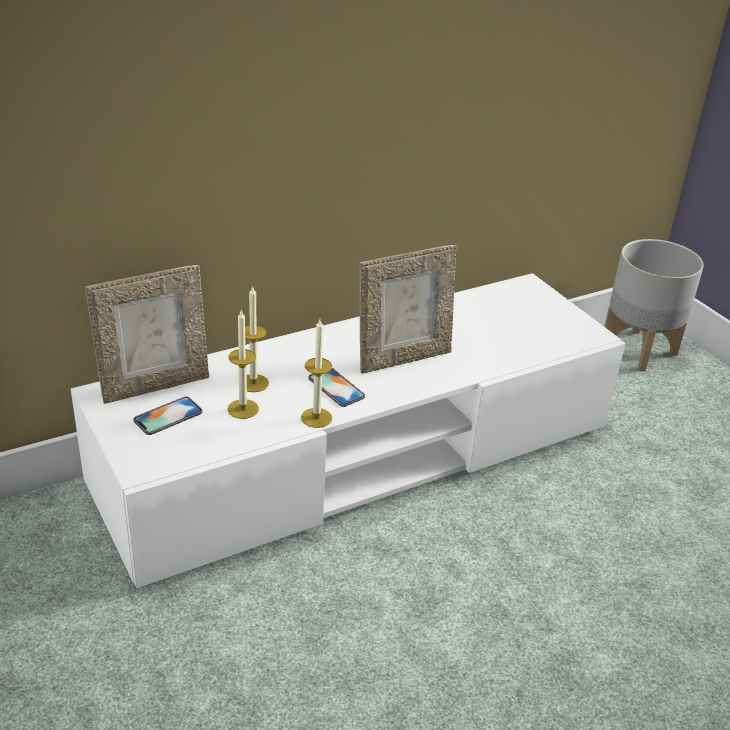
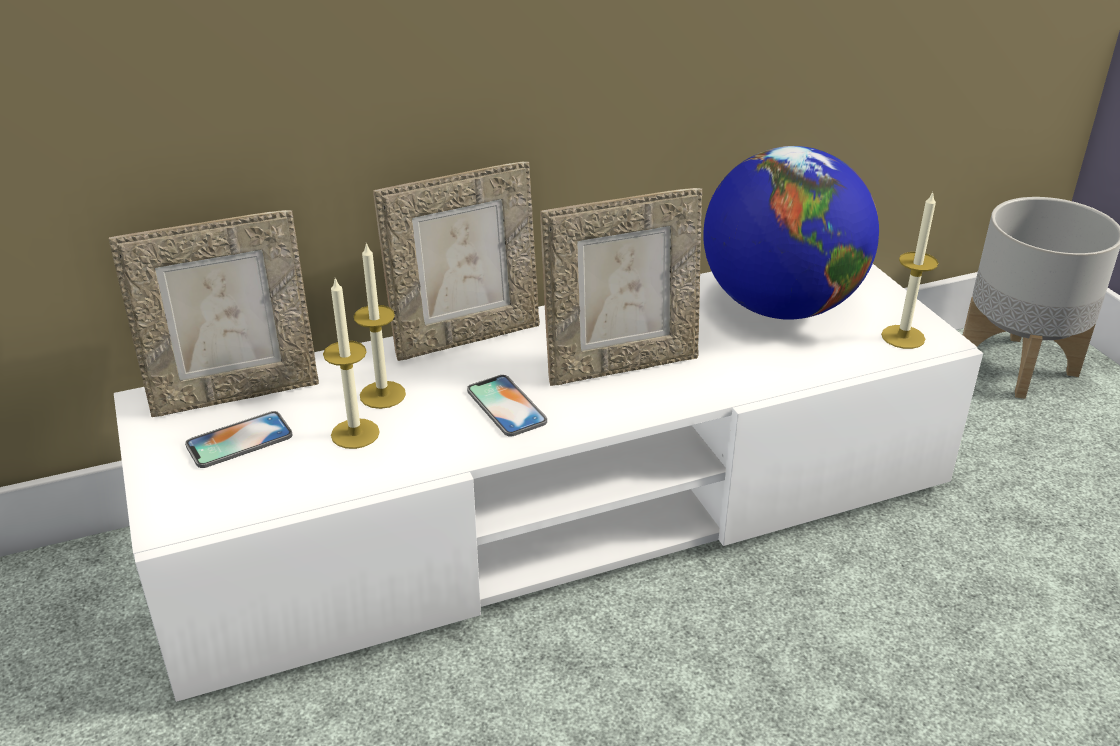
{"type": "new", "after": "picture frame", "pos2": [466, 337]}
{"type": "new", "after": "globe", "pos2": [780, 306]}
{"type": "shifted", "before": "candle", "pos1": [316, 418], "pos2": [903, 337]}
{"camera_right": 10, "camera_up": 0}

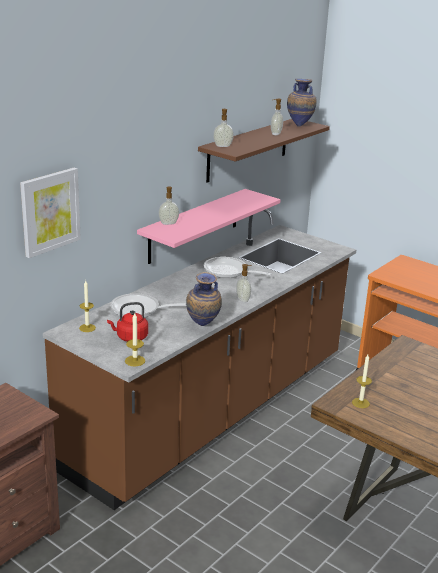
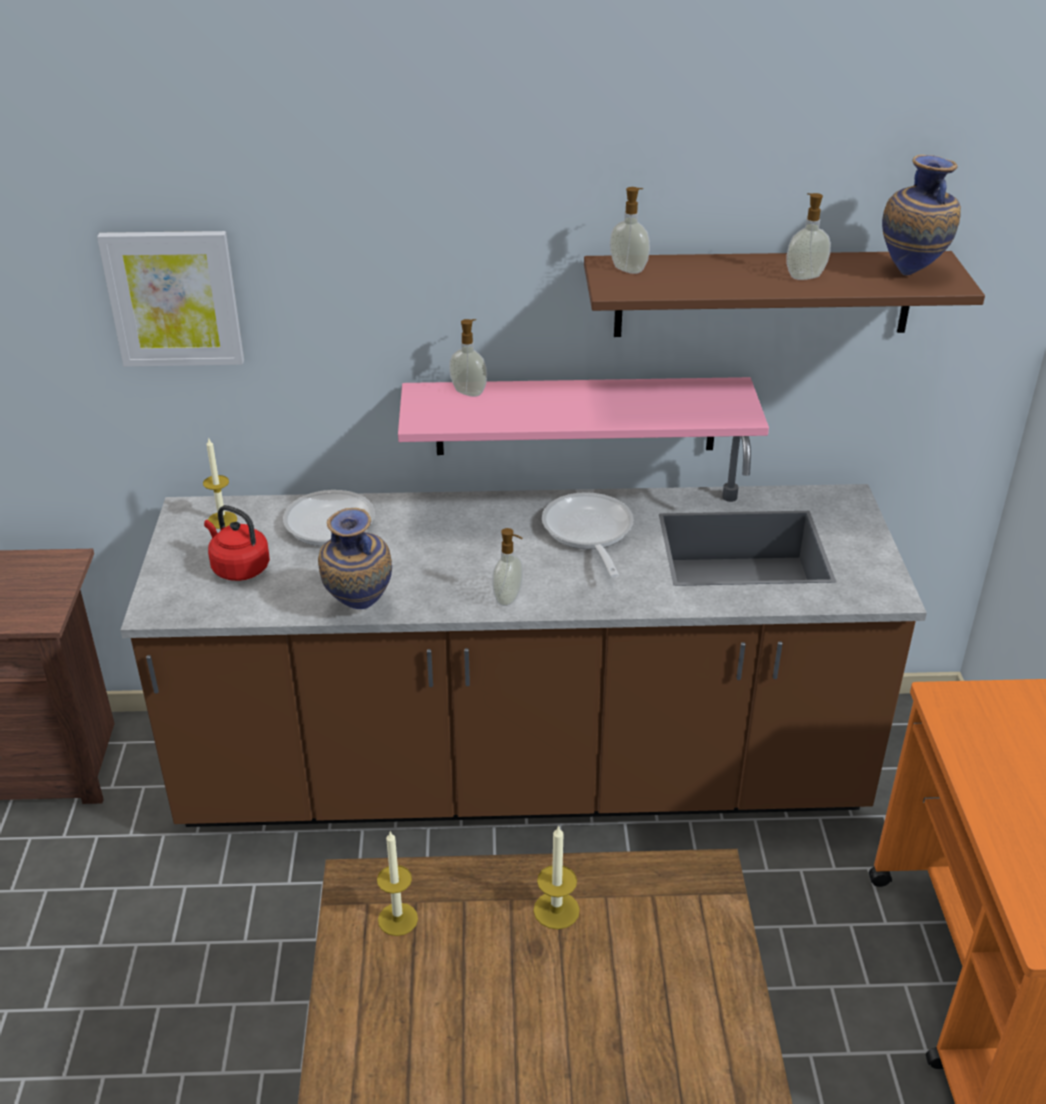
{"type": "shifted", "before": "candle", "pos1": [135, 361], "pos2": [556, 910]}
{"camera_right": 50, "camera_up": 10}

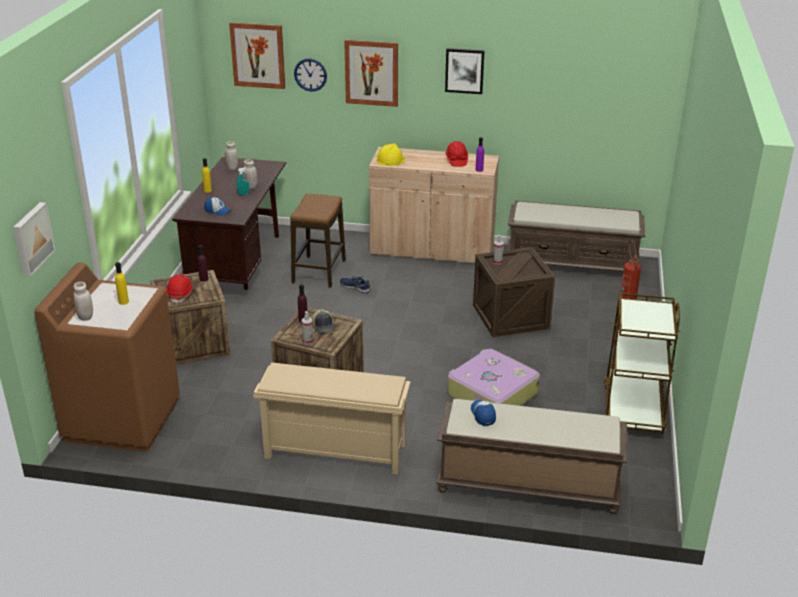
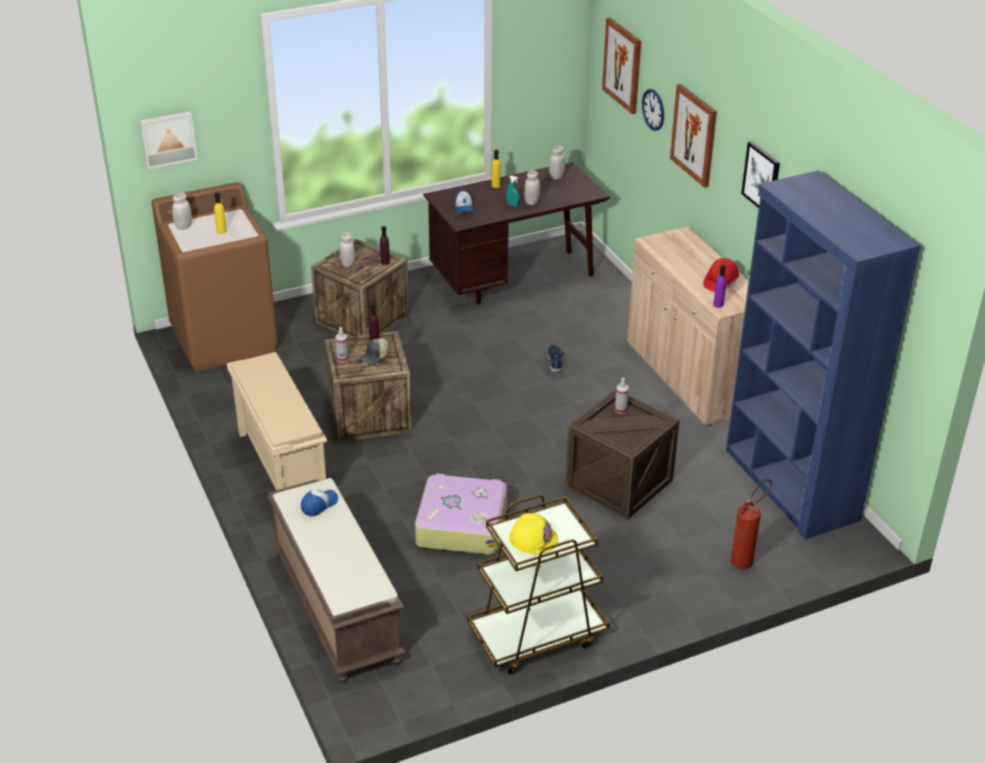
{"type": "swapped", "before": "red hard hat", "after": "white jar", "pos1": [181, 295], "pos2": [347, 264]}
{"type": "shifted", "before": "yellow hard hat", "pos1": [390, 160], "pos2": [533, 538]}
{"type": "swapped", "before": "brown bench", "after": "blue bookcase", "pos1": [572, 263], "pos2": [790, 485]}
{"type": "gone", "before": "stool", "pos1": [319, 272]}
{"camera_right": 55, "camera_up": 5}

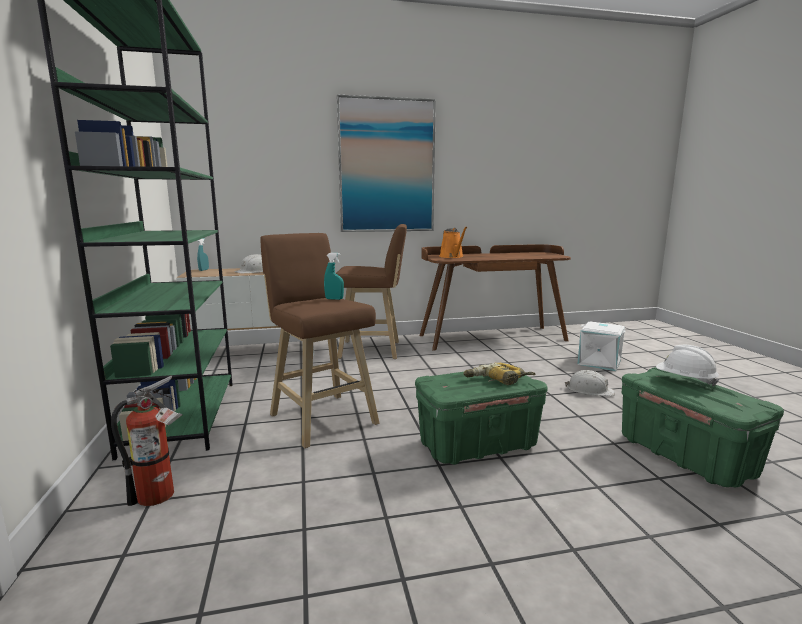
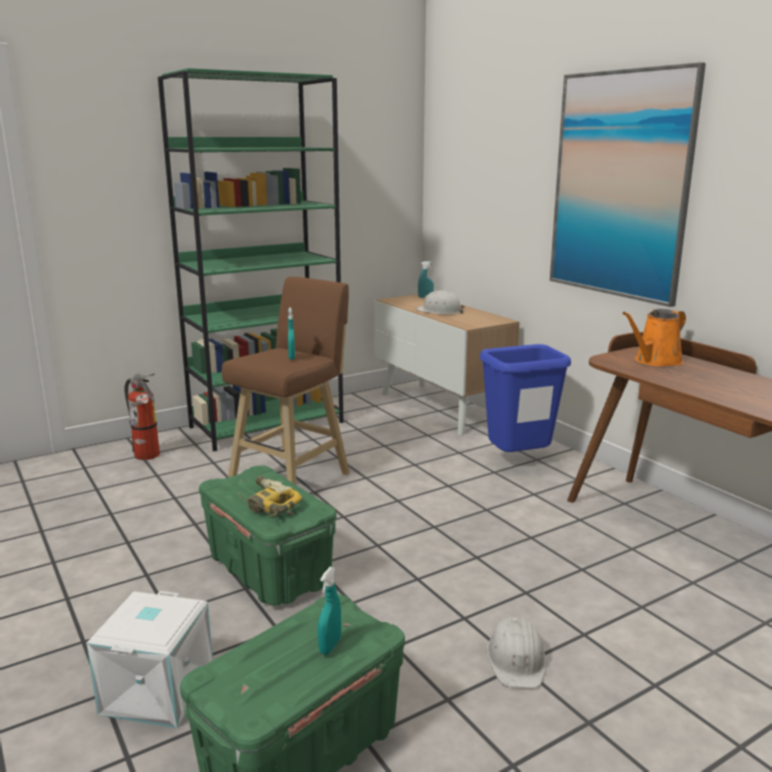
{"type": "shifted", "before": "white storage box", "pos1": [599, 362], "pos2": [159, 692]}
{"type": "swapped", "before": "white hard hat", "after": "turquoise spray bottle", "pos1": [684, 380], "pos2": [330, 646]}
{"type": "swapped", "before": "brown stool", "after": "blue trash can", "pos1": [373, 350], "pos2": [517, 461]}
{"camera_right": 70, "camera_up": 5}

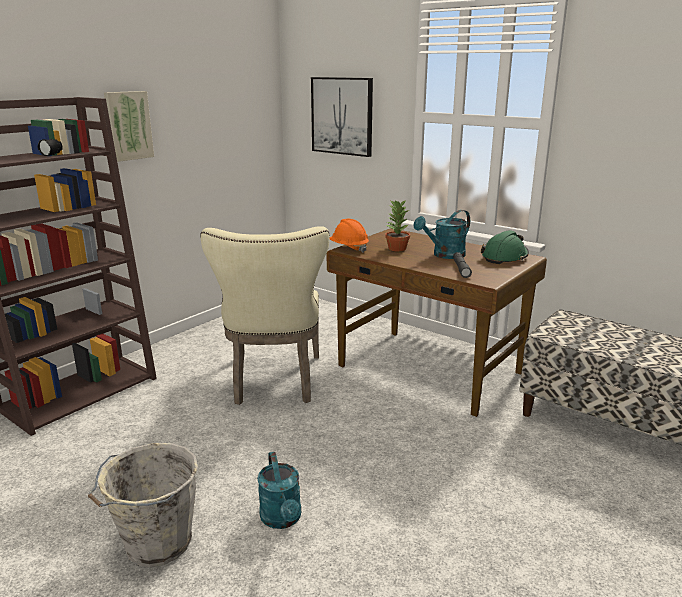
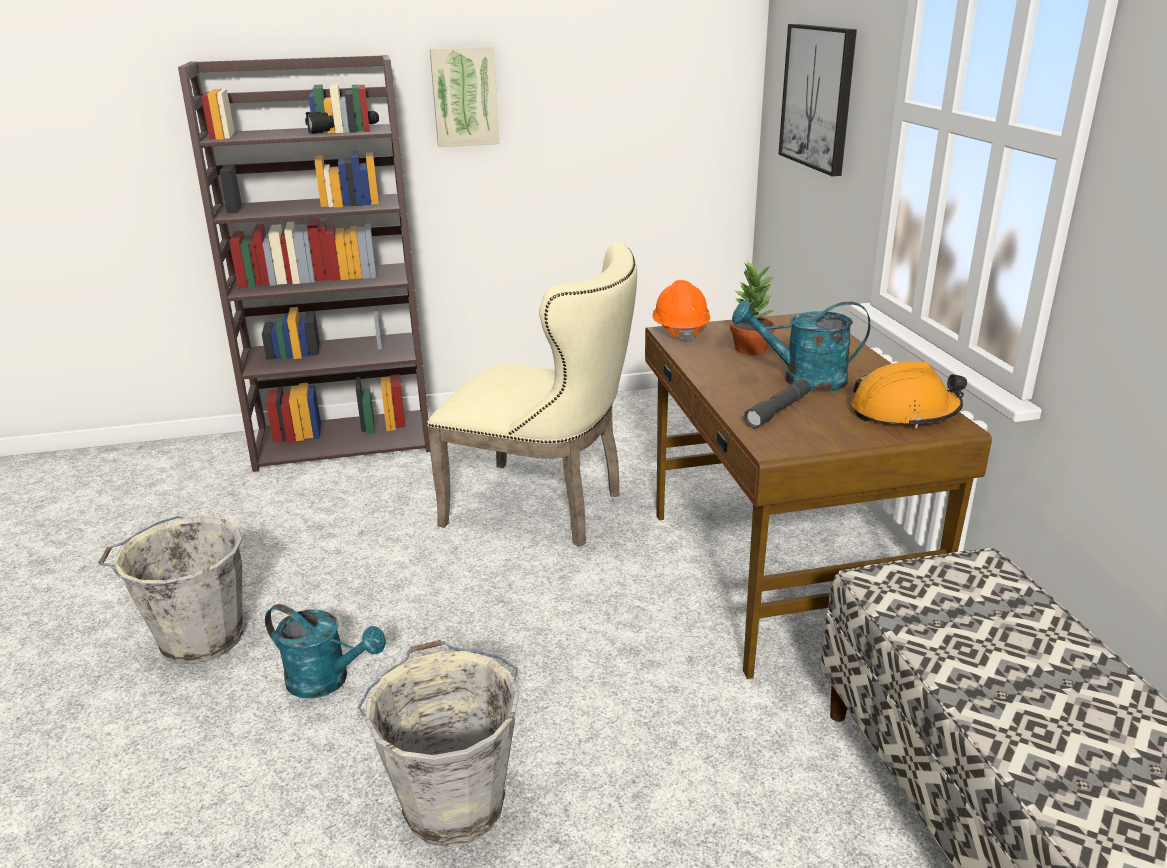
{"type": "rotated", "before": "turquoise watering can", "pos1": [282, 519], "pos2": [327, 681], "turn": -90}
{"type": "new", "after": "grey bucket", "pos2": [453, 801]}
{"type": "rotated", "before": "beige chair", "pos1": [275, 382], "pos2": [546, 507], "turn": -105}
{"type": "repainted", "before": "green hard hat", "after": "orange hard hat", "pos1": [504, 257], "pos2": [904, 412]}
{"camera_right": 40, "camera_up": 5}

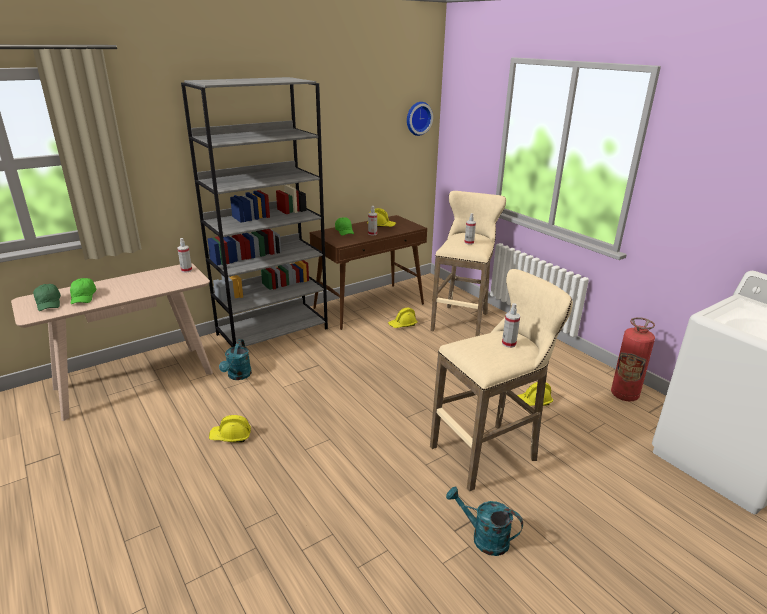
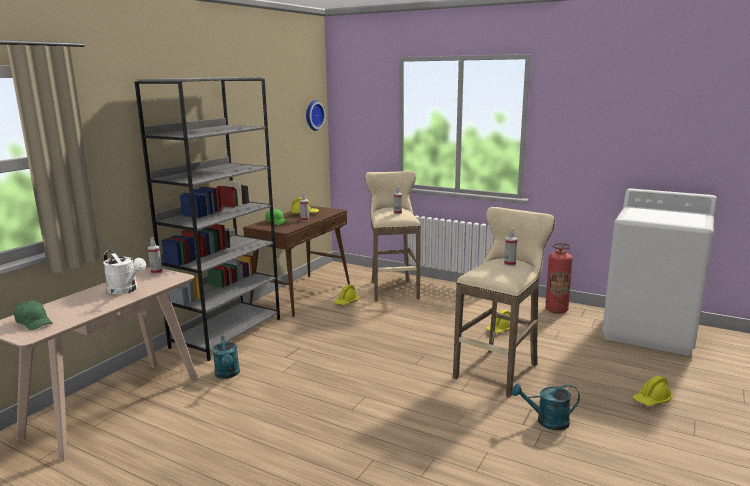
{"type": "new", "after": "white watering can", "pos2": [126, 290]}
{"type": "shifted", "before": "yellow hard hat", "pos1": [231, 436], "pos2": [652, 400]}
{"type": "gone", "before": "green cap", "pos1": [83, 297]}
{"camera_right": -25, "camera_up": -10}

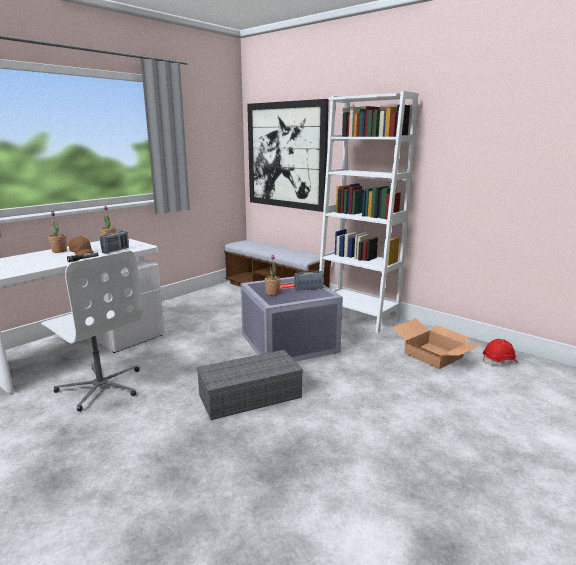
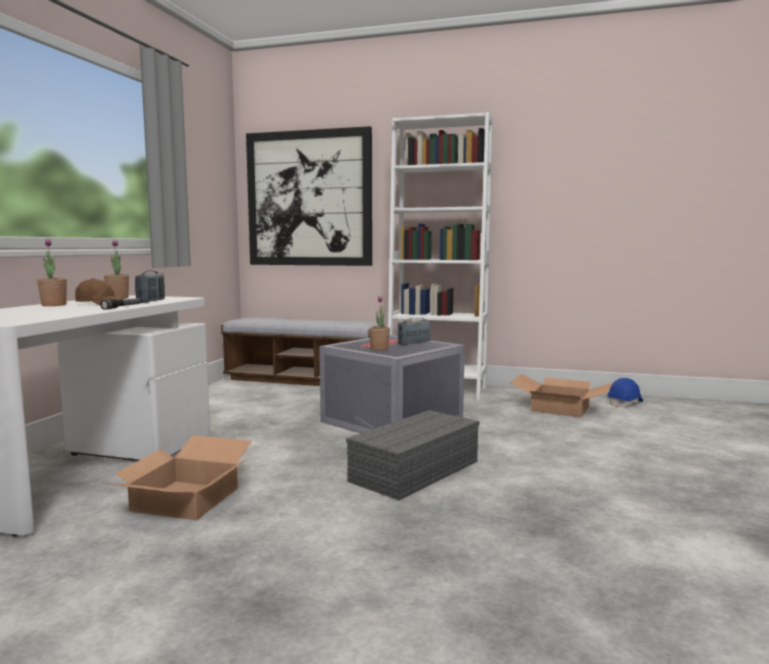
{"type": "swapped", "before": "white office chair", "after": "cardboard box", "pos1": [101, 386], "pos2": [186, 500]}
{"type": "repainted", "before": "red hard hat", "after": "blue hard hat", "pos1": [499, 361], "pos2": [625, 404]}
{"camera_right": -25, "camera_up": -10}

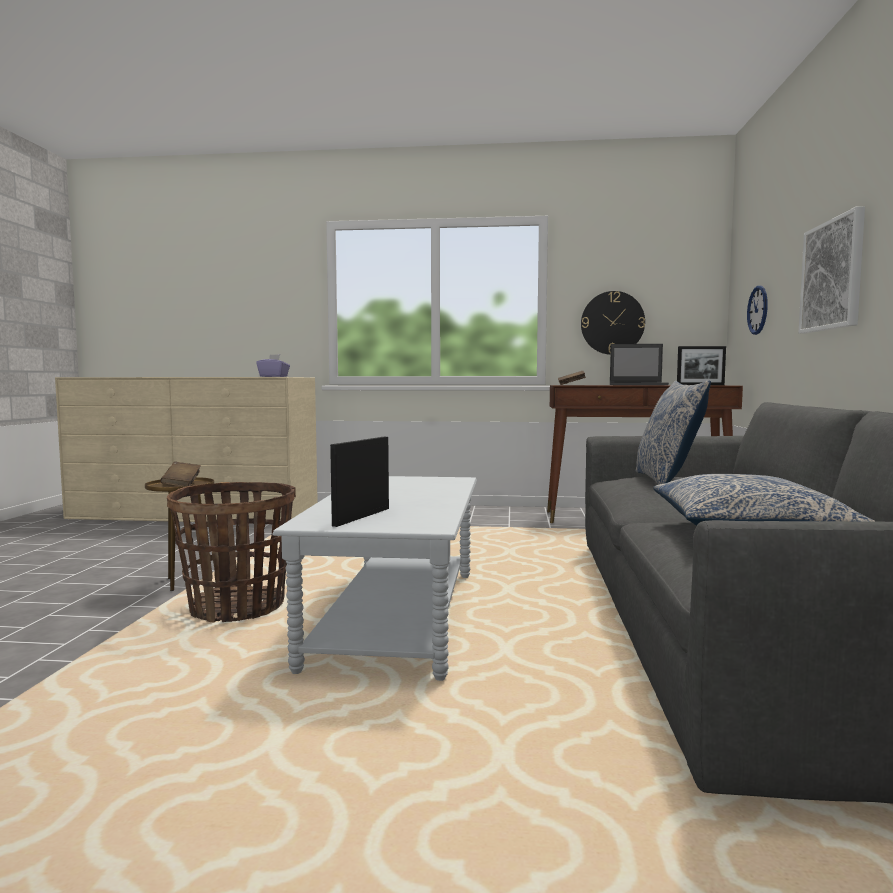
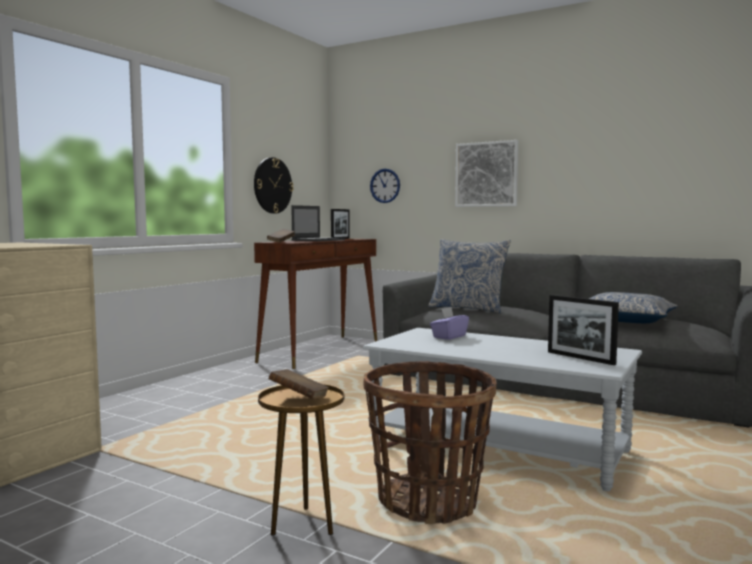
{"type": "shifted", "before": "purple tissue box", "pos1": [273, 376], "pos2": [449, 336]}
{"camera_right": -65, "camera_up": 0}

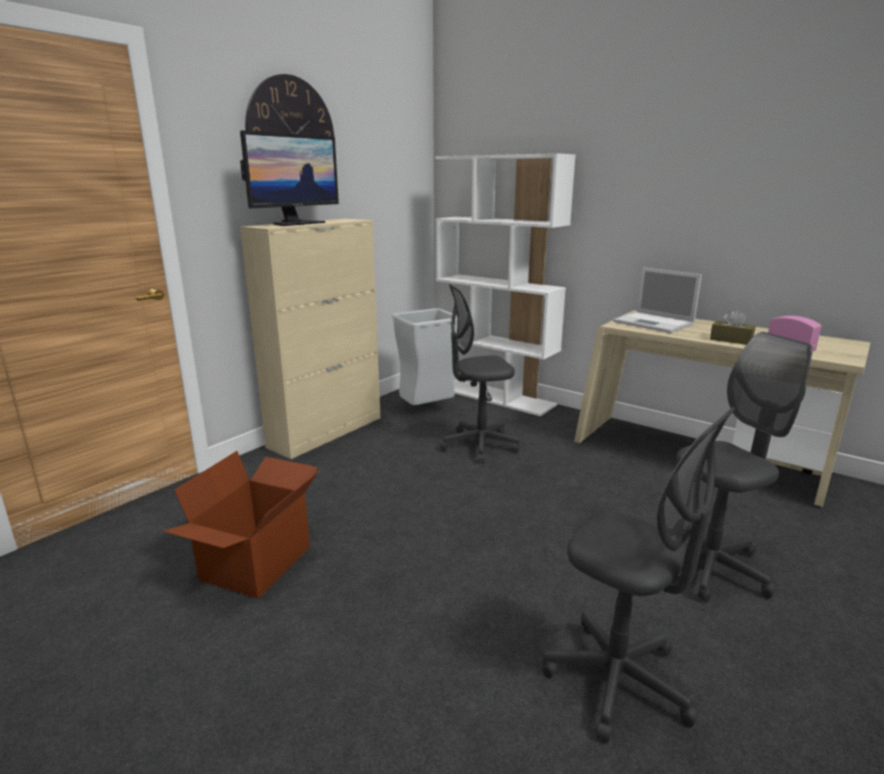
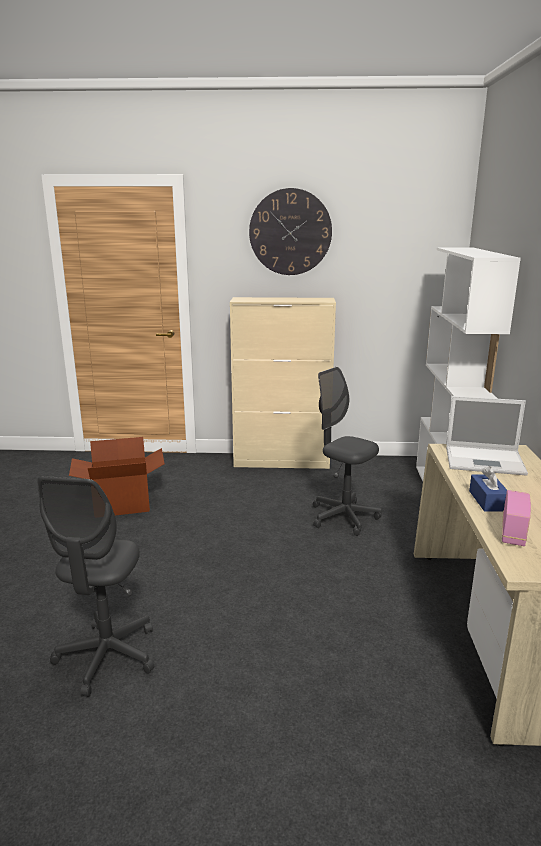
{"type": "rotated", "before": "laptop", "pos1": [654, 323], "pos2": [486, 460], "turn": -90}
{"type": "repainted", "before": "brown tissue box", "after": "blue tissue box", "pos1": [731, 340], "pos2": [487, 501]}
{"type": "gone", "before": "monitor", "pos1": [295, 223]}
{"type": "gone", "before": "grey trash can", "pos1": [427, 411]}
{"type": "gone", "before": "grey office chair", "pos1": [710, 568]}
{"camera_right": 55, "camera_up": 0}

